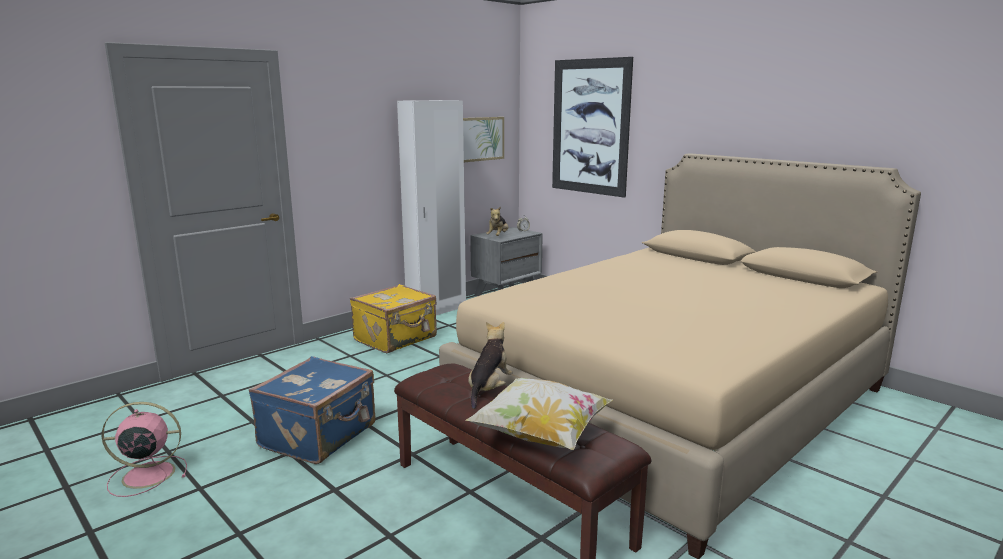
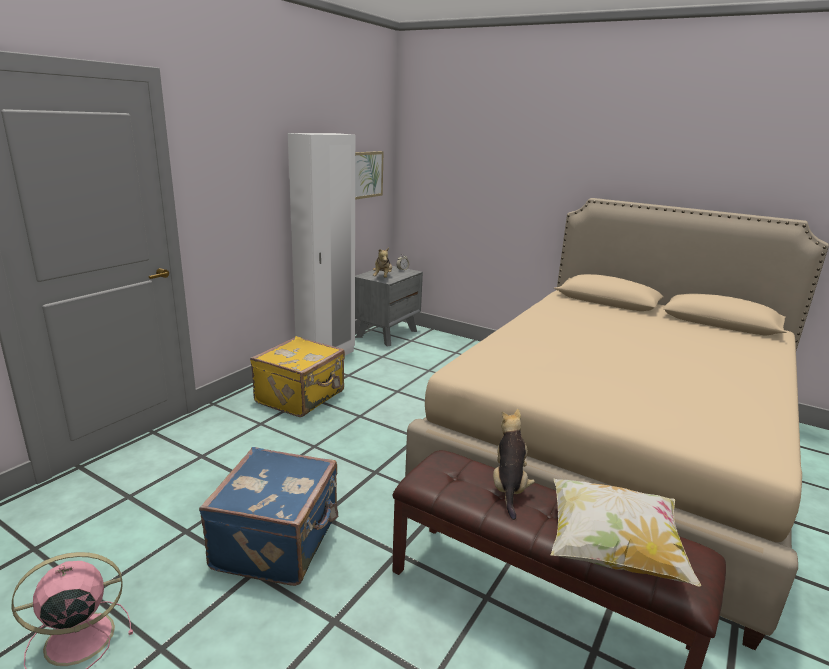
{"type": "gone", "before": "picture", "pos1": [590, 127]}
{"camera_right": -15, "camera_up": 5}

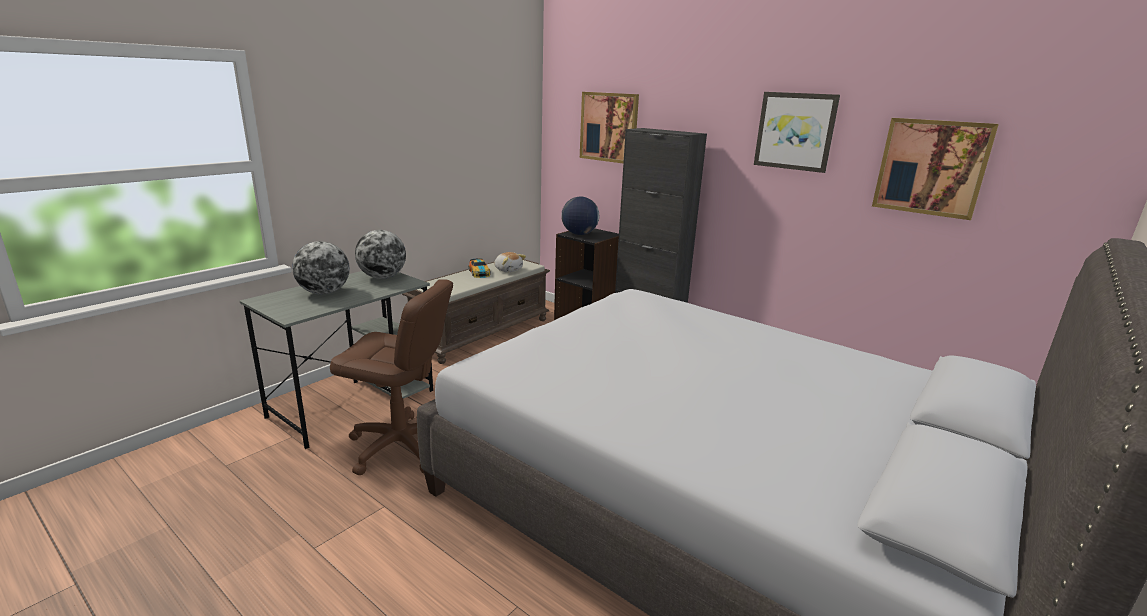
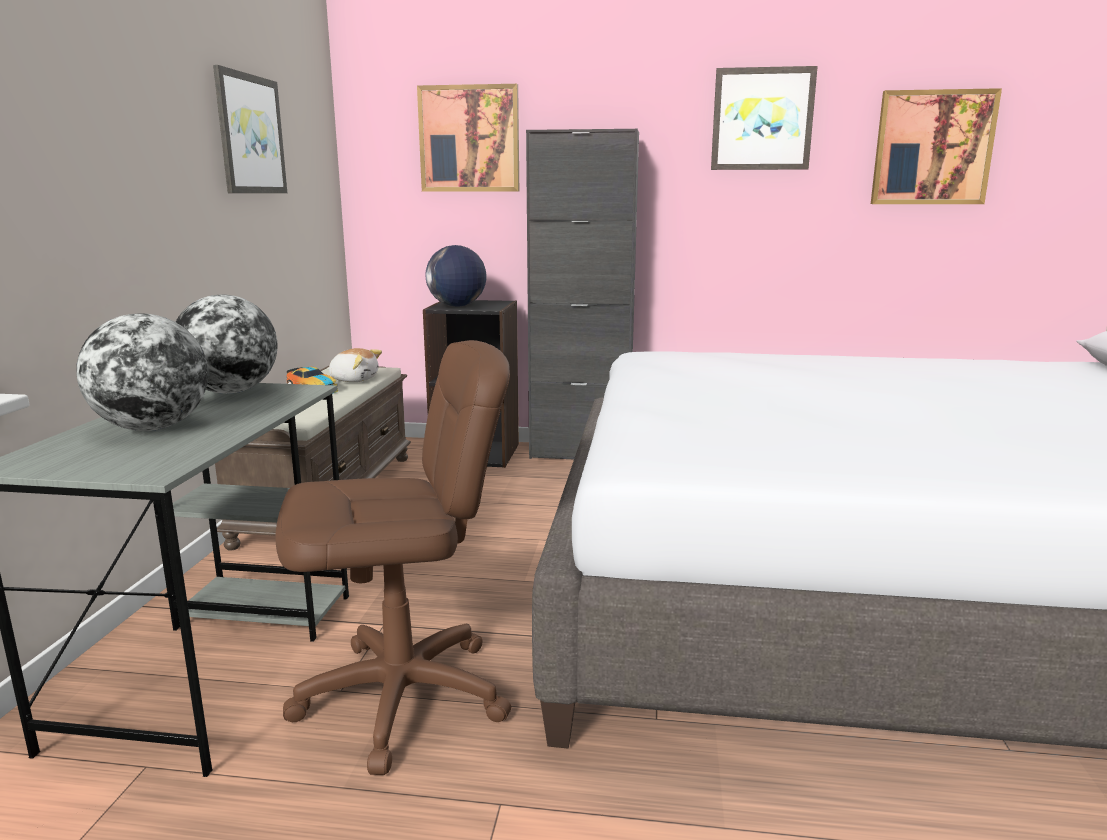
{"type": "new", "after": "picture", "pos2": [249, 134]}
{"camera_right": -30, "camera_up": -5}

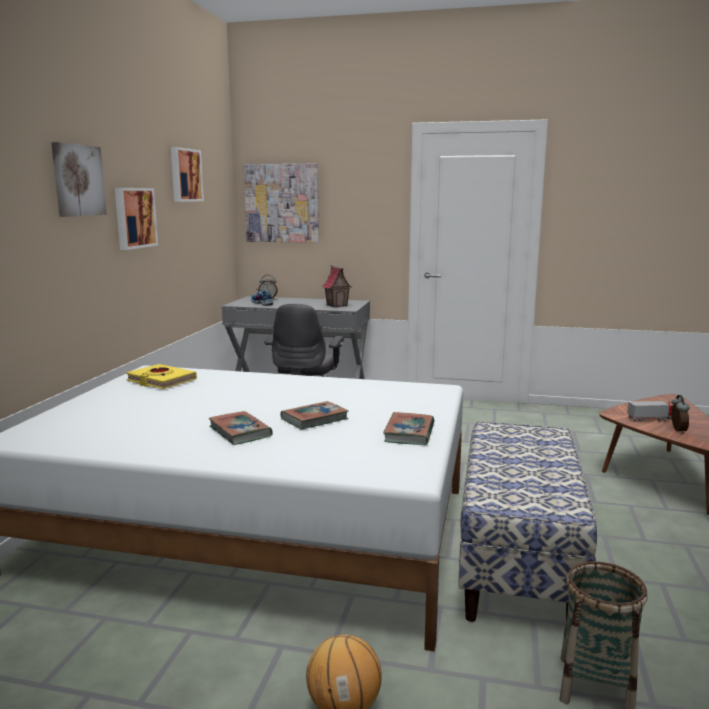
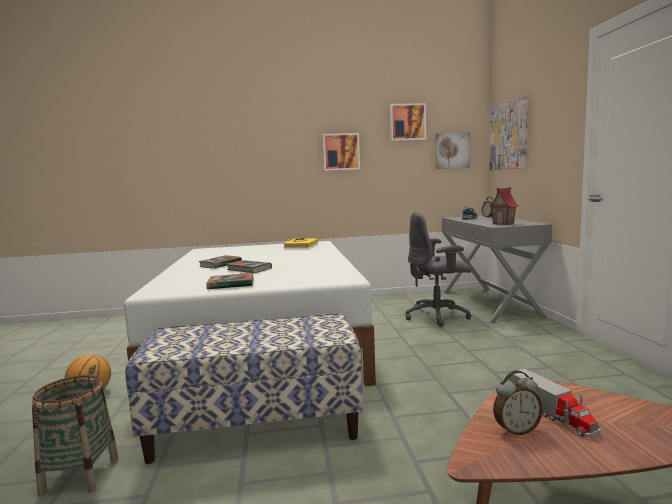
{"type": "shifted", "before": "picture", "pos1": [77, 180], "pos2": [452, 151]}
{"camera_right": 70, "camera_up": -5}

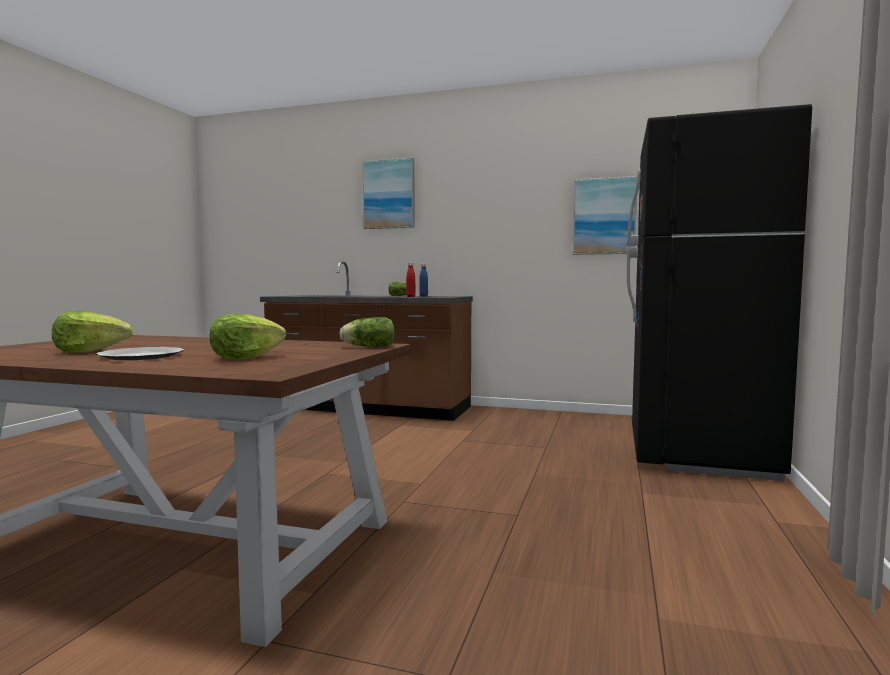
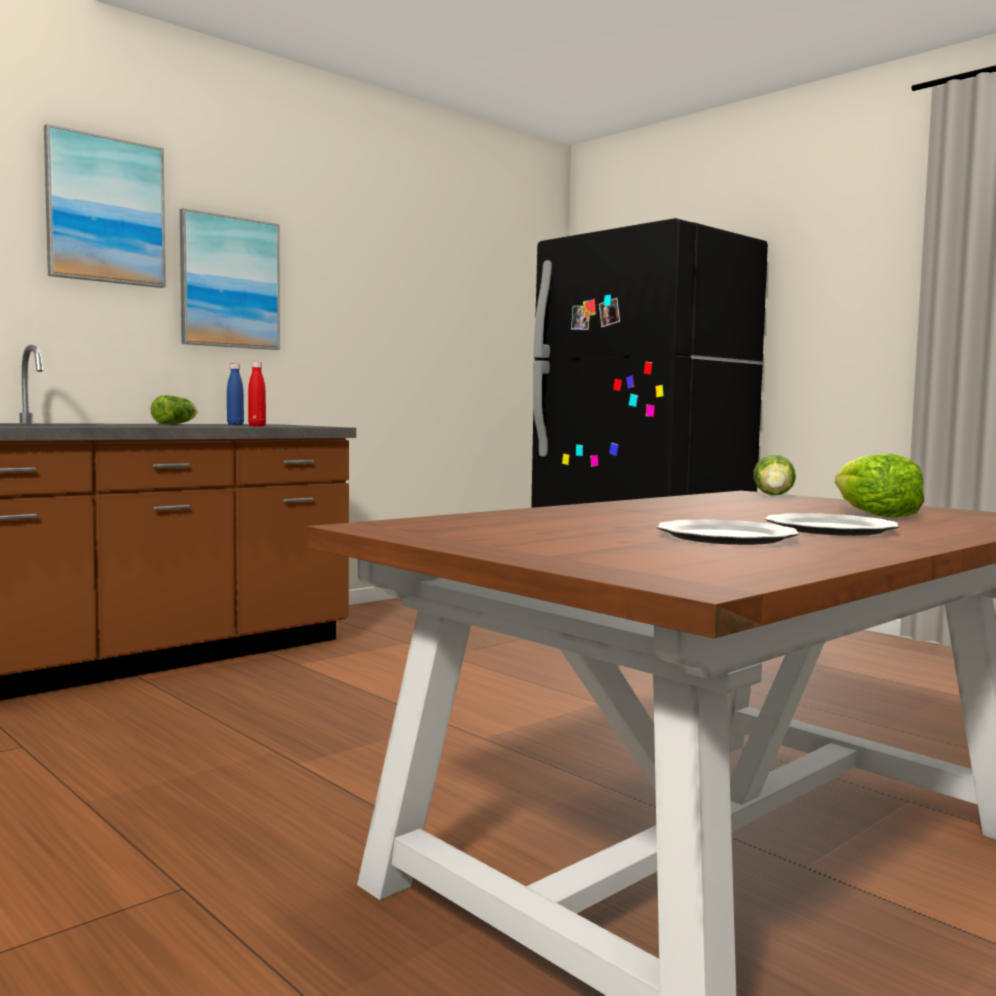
{"type": "shifted", "before": "picture", "pos1": [604, 216], "pos2": [229, 282]}
{"type": "swapped", "before": "lettuce", "after": "plate", "pos1": [90, 351], "pos2": [724, 537]}
{"camera_right": -60, "camera_up": 0}

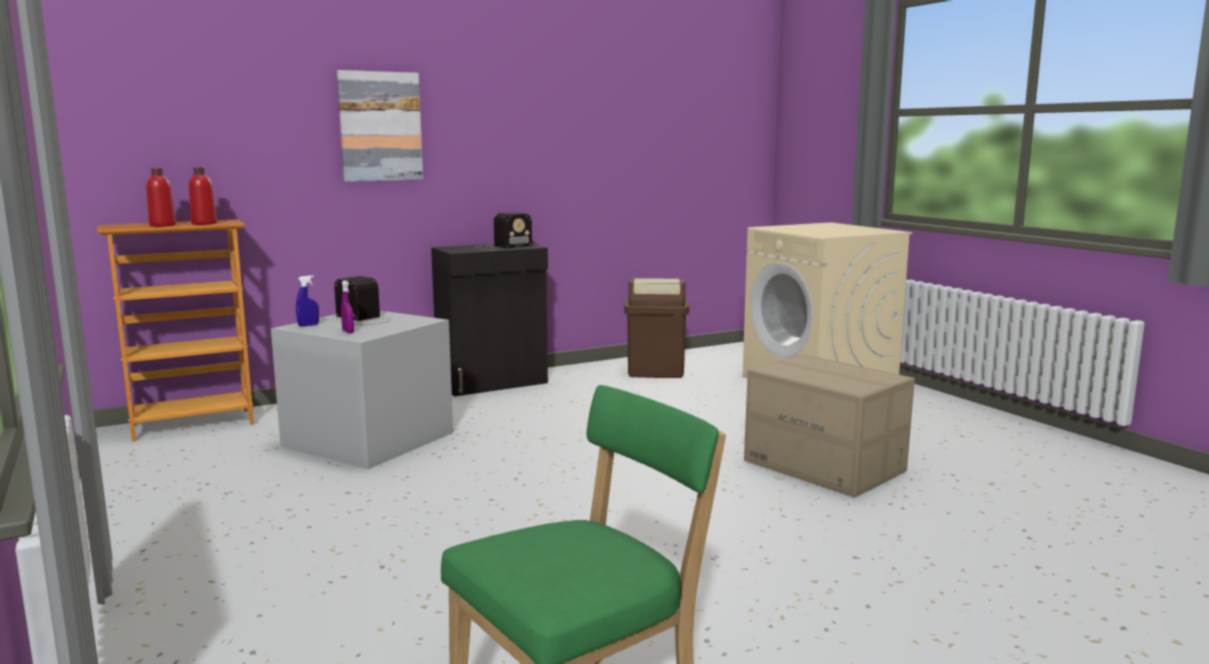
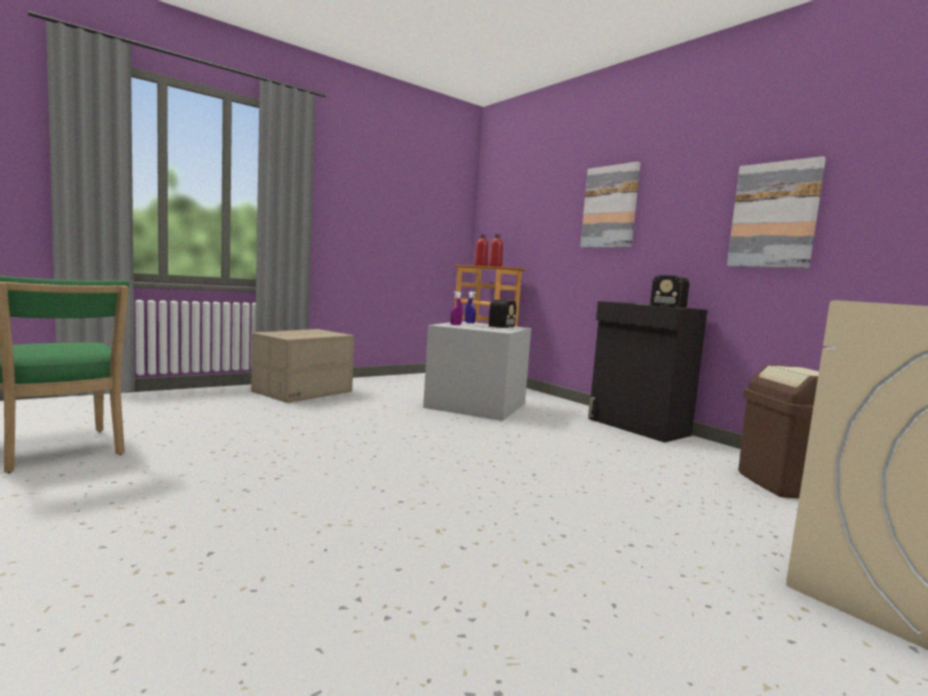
{"type": "shifted", "before": "cardboard box", "pos1": [825, 466], "pos2": [303, 392]}
{"type": "new", "after": "picture", "pos2": [774, 215]}
{"camera_right": 80, "camera_up": -5}

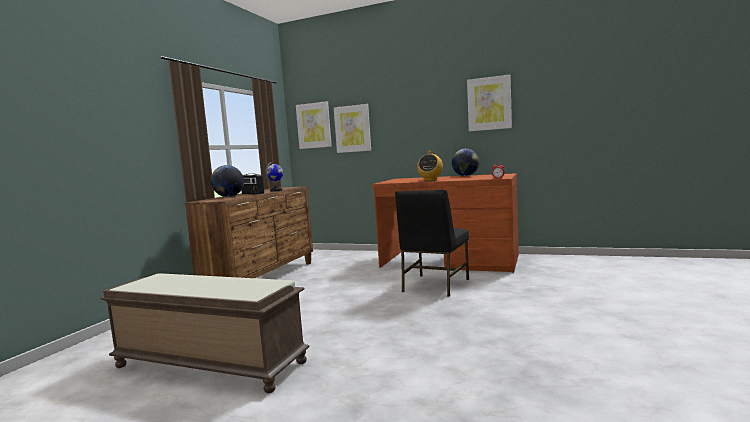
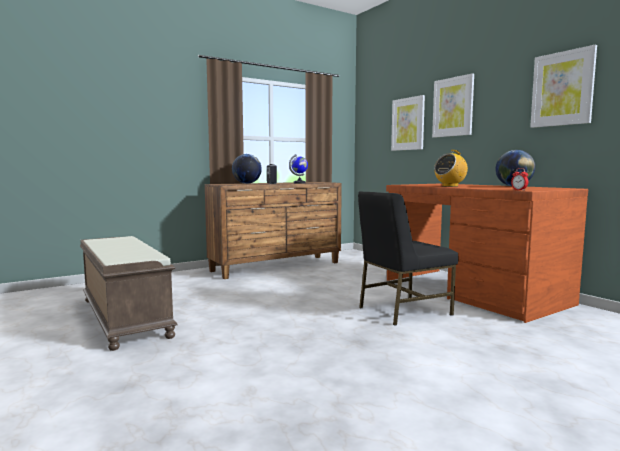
{"type": "shifted", "before": "picture", "pos1": [314, 125], "pos2": [453, 107]}
{"camera_right": 35, "camera_up": 0}

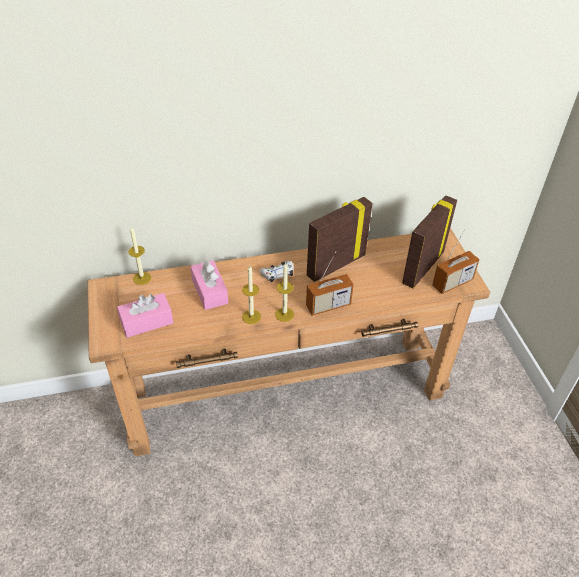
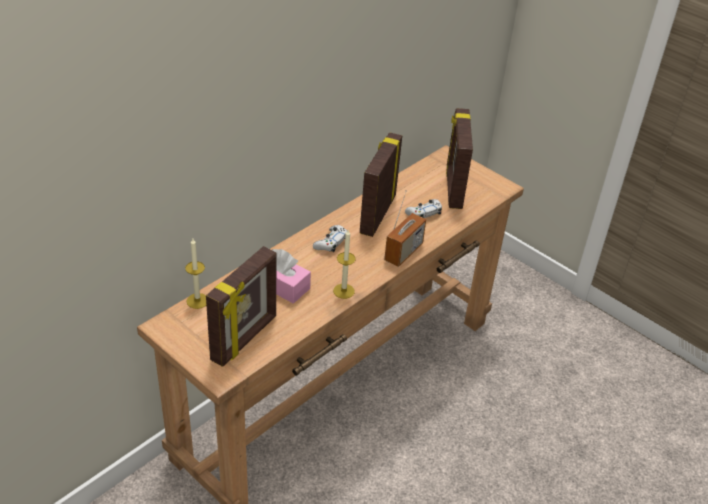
{"type": "swapped", "before": "pink tissue box", "after": "picture frame", "pos1": [146, 322], "pos2": [245, 339]}
{"type": "new", "after": "white game controller", "pos2": [424, 213]}
{"type": "gone", "before": "candle", "pos1": [284, 314]}
{"type": "gone", "before": "radio", "pos1": [452, 283]}
{"camera_right": -35, "camera_up": -5}

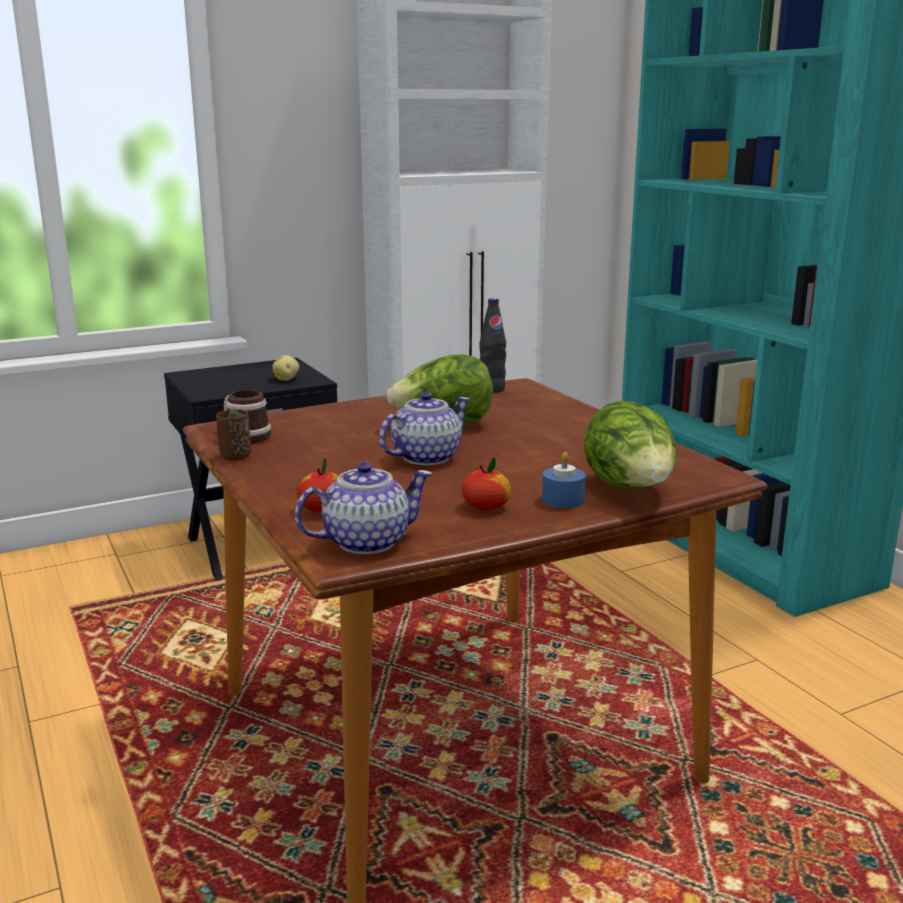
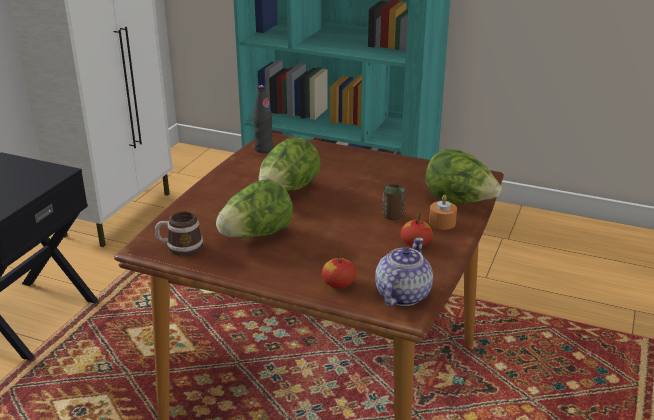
{"type": "new", "after": "lettuce", "pos2": [256, 235]}
{"type": "shifted", "before": "brown cup", "pos1": [235, 456], "pos2": [392, 216]}
{"type": "repainted", "before": "blue candle", "after": "orange candle", "pos1": [563, 500], "pos2": [442, 222]}
{"type": "gone", "before": "potato", "pos1": [286, 379]}
{"type": "gone", "before": "teapot", "pos1": [425, 457]}
{"camera_right": -40, "camera_up": 10}

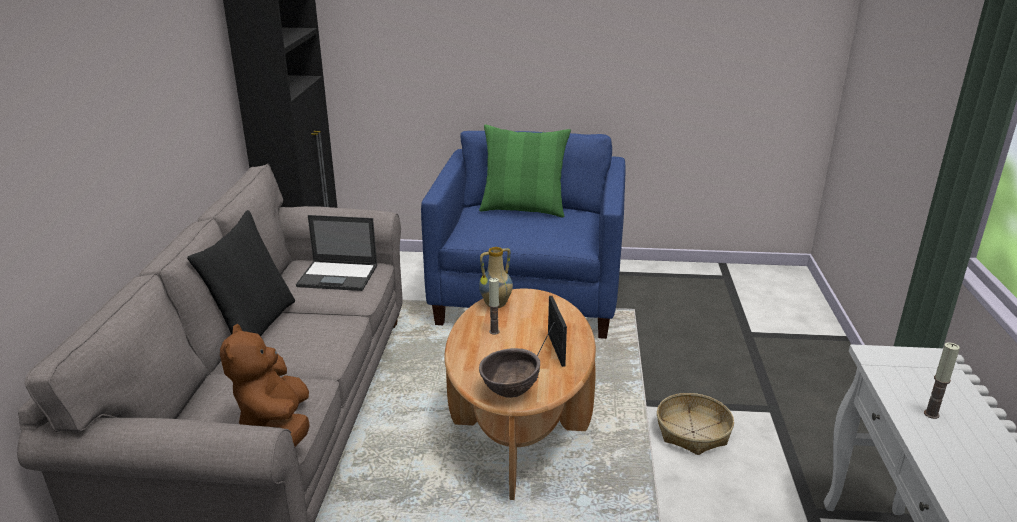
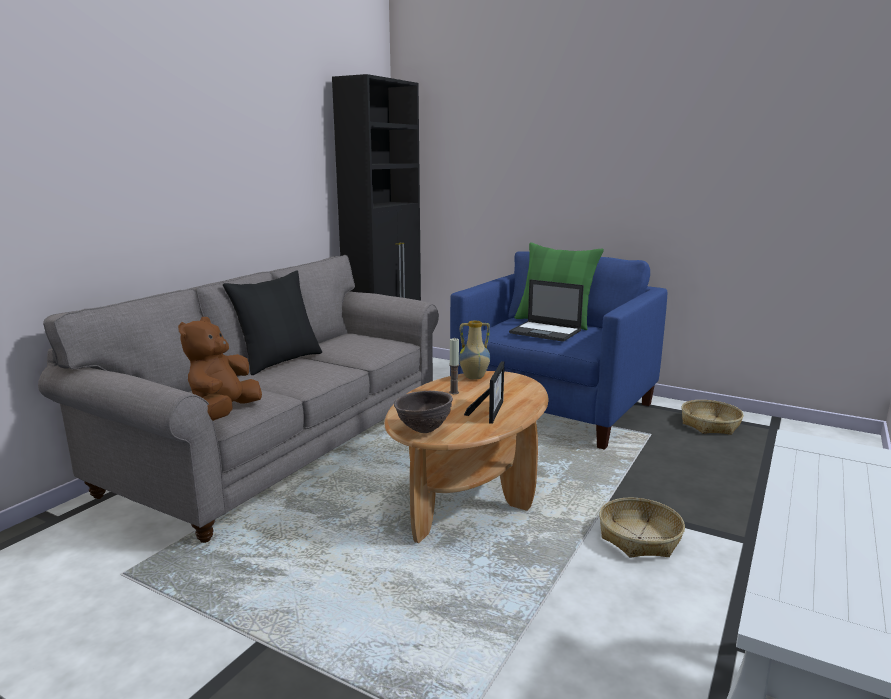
{"type": "shifted", "before": "laptop", "pos1": [339, 276], "pos2": [546, 332]}
{"type": "new", "after": "basket", "pos2": [710, 424]}
{"type": "gone", "before": "candle", "pos1": [931, 414]}
{"camera_right": 25, "camera_up": -10}

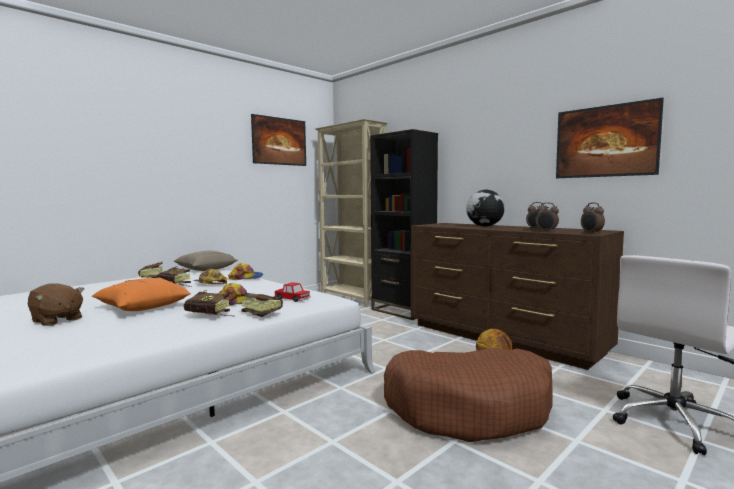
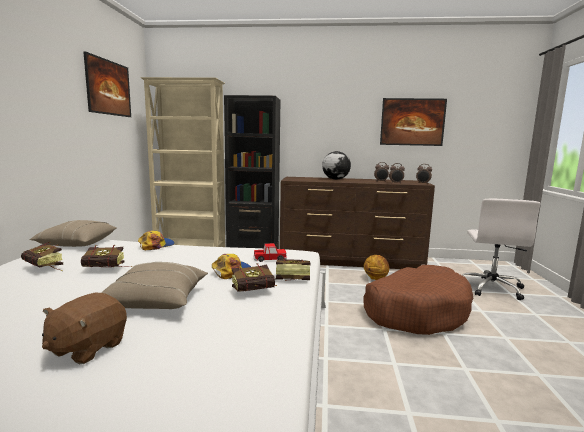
{"type": "rotated", "before": "brown plush toy", "pos1": [56, 320], "pos2": [87, 348], "turn": 120}
{"type": "repainted", "before": "orange pillow", "after": "beige pillow", "pos1": [142, 307], "pos2": [155, 301]}
{"type": "gone", "before": "cap", "pos1": [210, 283]}
{"camera_right": -40, "camera_up": 5}

